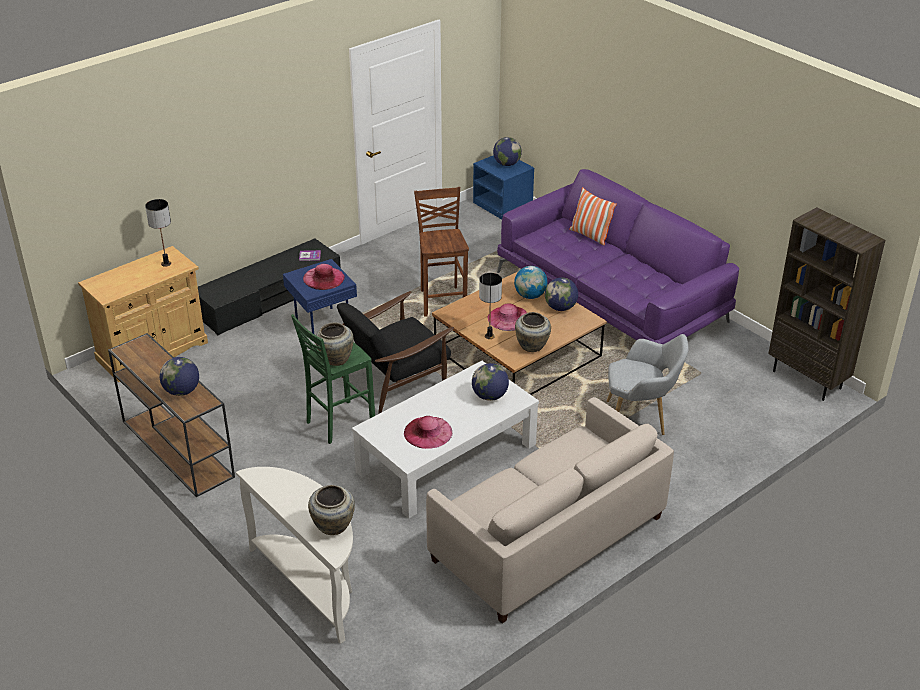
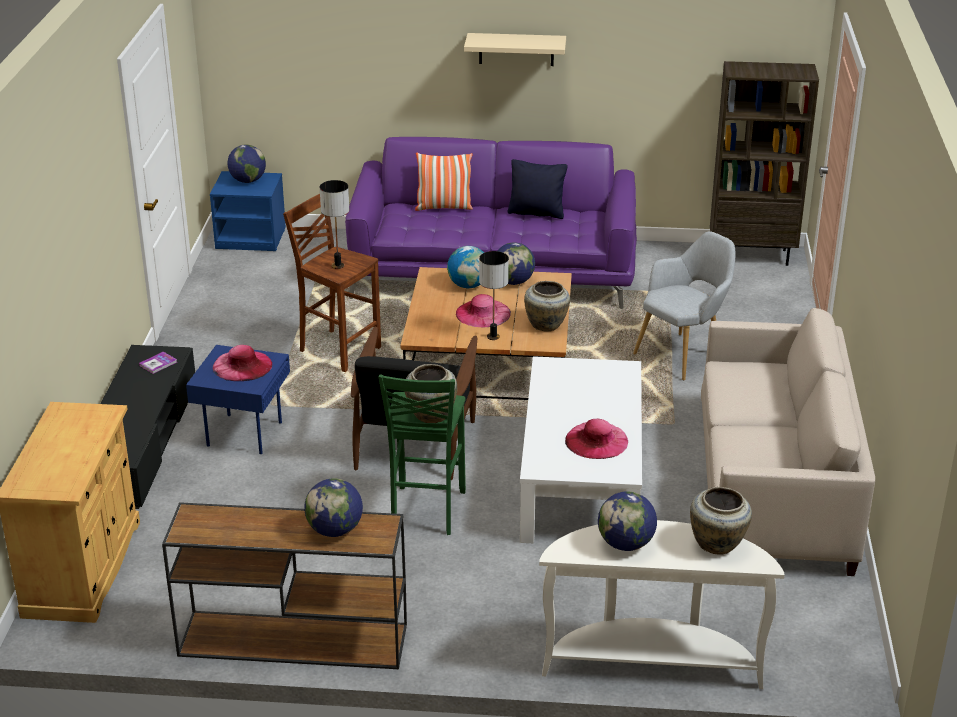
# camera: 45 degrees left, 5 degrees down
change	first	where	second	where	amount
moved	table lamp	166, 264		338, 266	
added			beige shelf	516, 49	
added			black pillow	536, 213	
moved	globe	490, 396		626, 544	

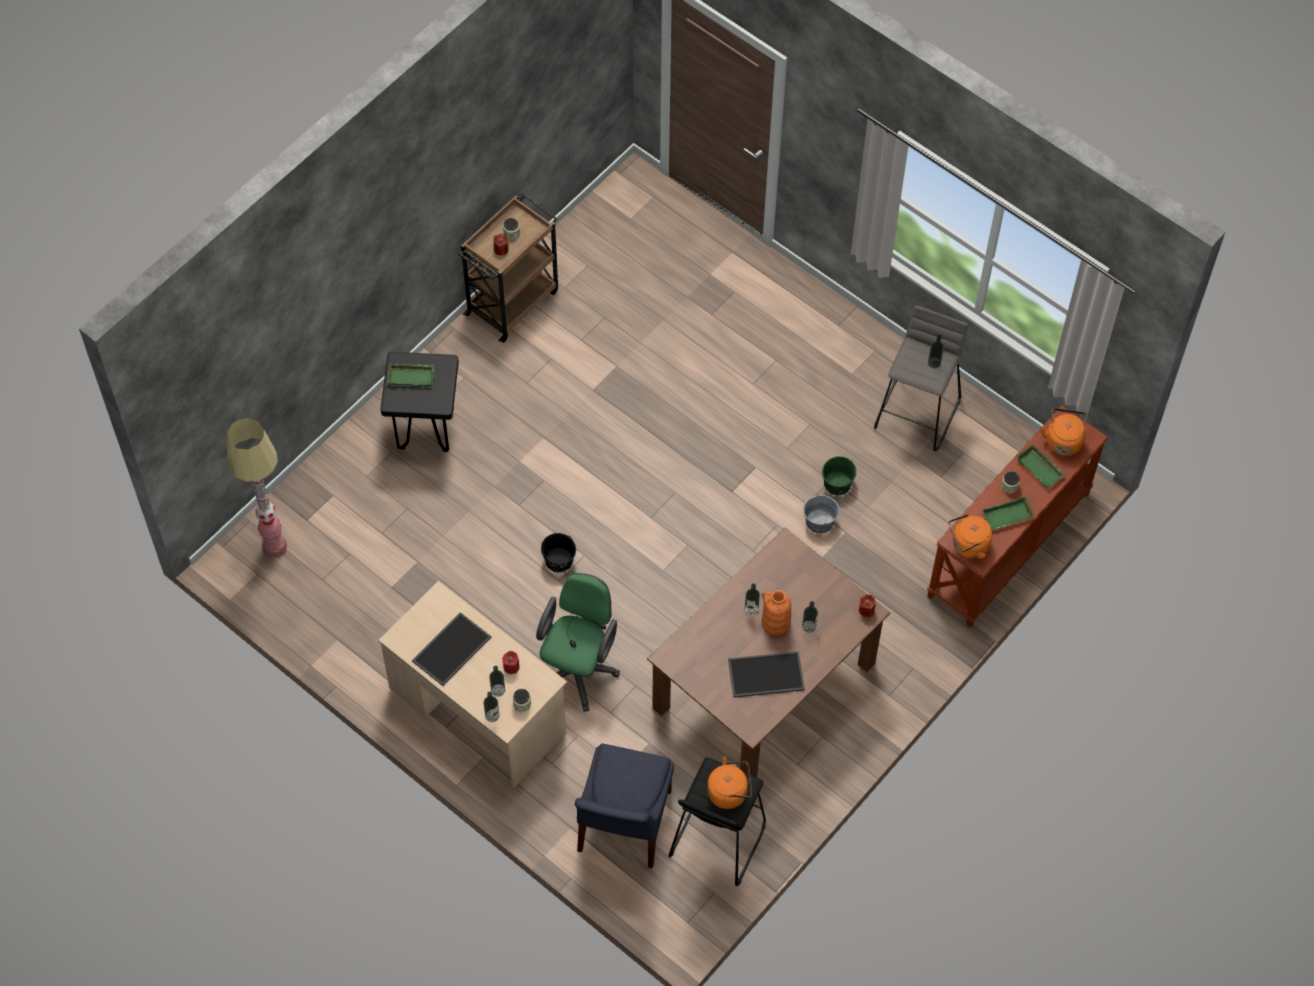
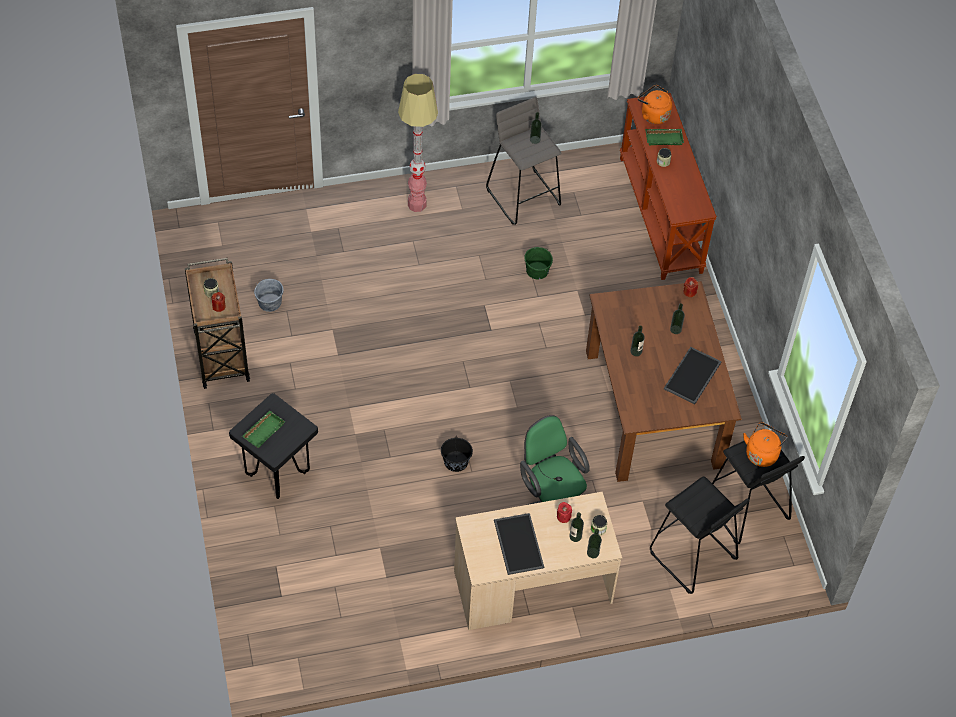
# camera: 55 degrees left, 5 degrees down
change	first	where	second	where	amount
moved	grey bucket	819, 521		269, 302	
moved	floor lamp	275, 547		417, 204	
replaced	blue chair	622, 825	black stool	692, 556	
removed	orange vase	775, 622			
removed	orange kettle	968, 546			
removed	green tray	1007, 517			

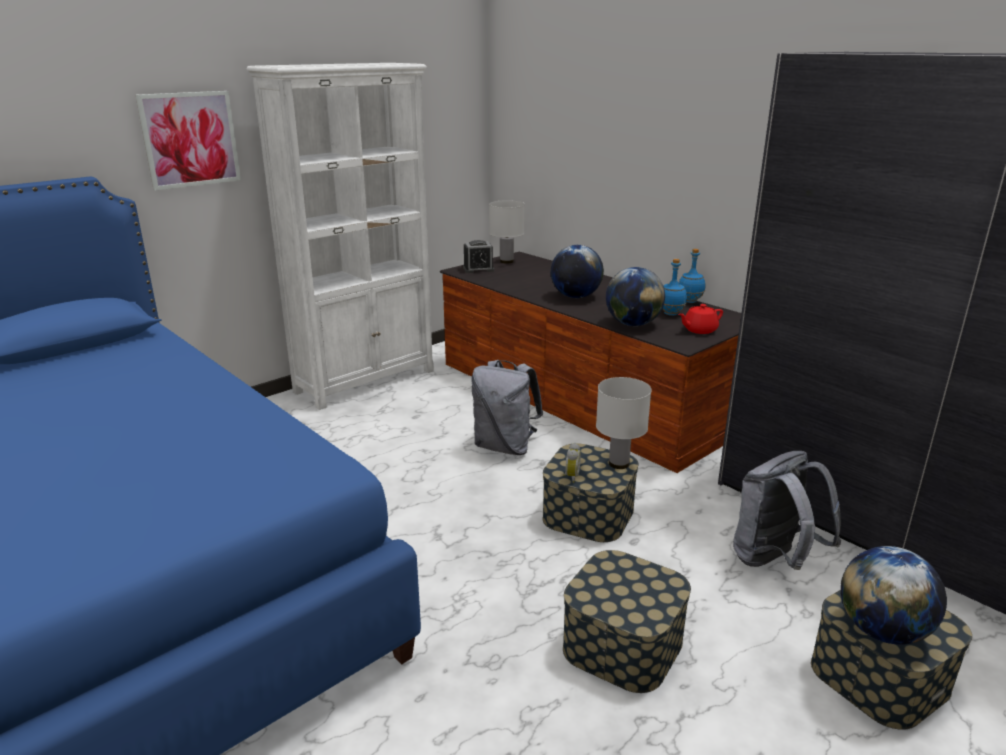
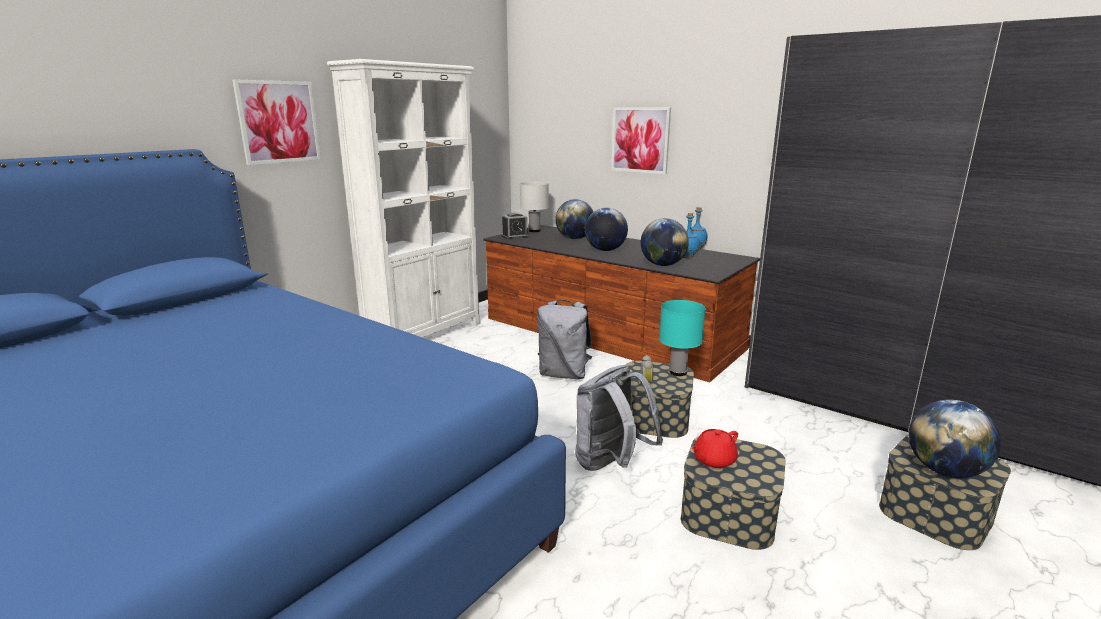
# camera: 10 degrees left, 5 degrees down
change	first	where	second	where	amount
added			globe	574, 238	
moved	grey backpack	774, 561		611, 464	
added			picture	640, 140	
recoloured	white table lamp	618, 463	turquoise table lamp	677, 372	
moved	red teapot	699, 330		713, 460	

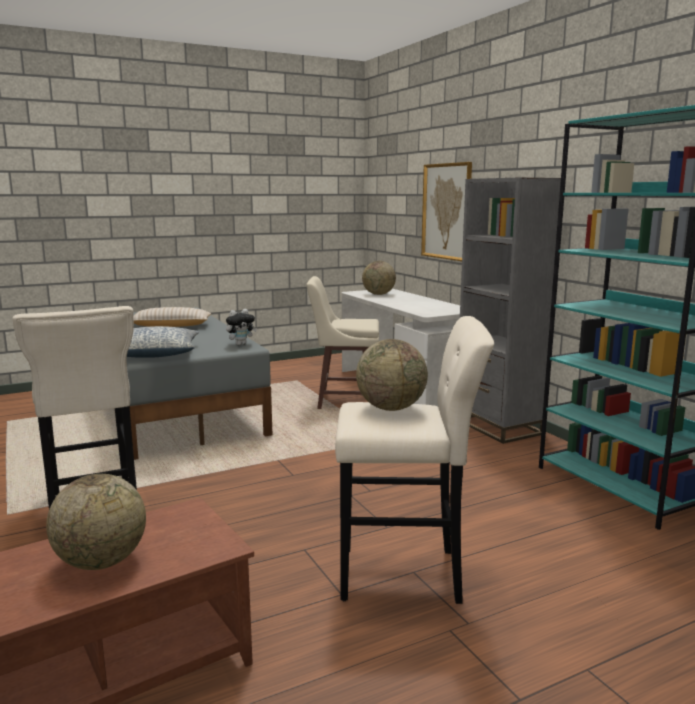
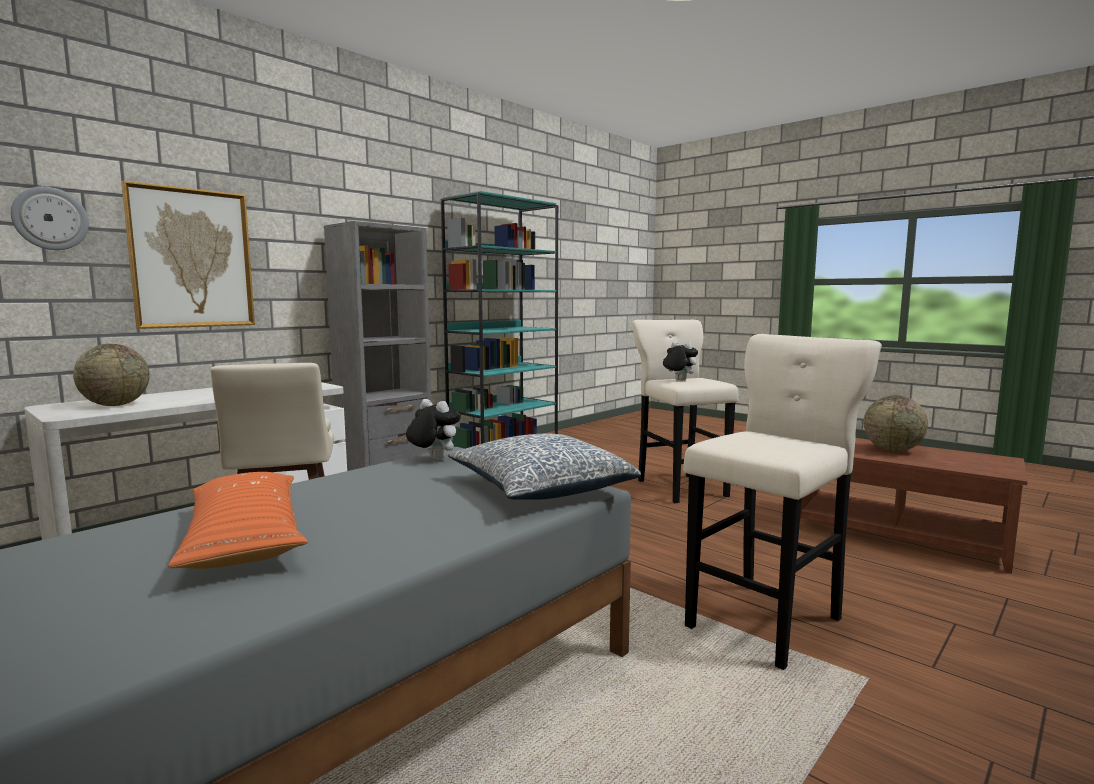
# camera: 110 degrees left, 5 degrees down
change	first	where	second	where	amount
added			wall clock	50, 218	
recoloured	beige pillow	171, 326	orange pillow	245, 538	
replaced	globe	391, 408	plush toy	678, 380	

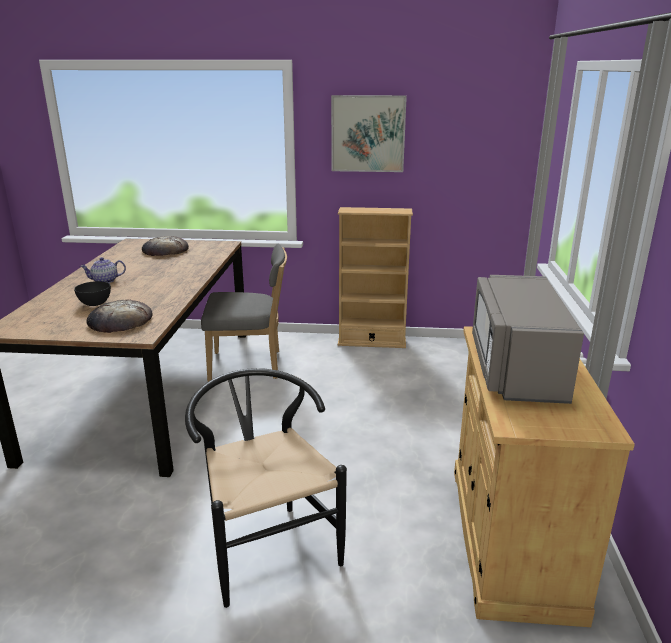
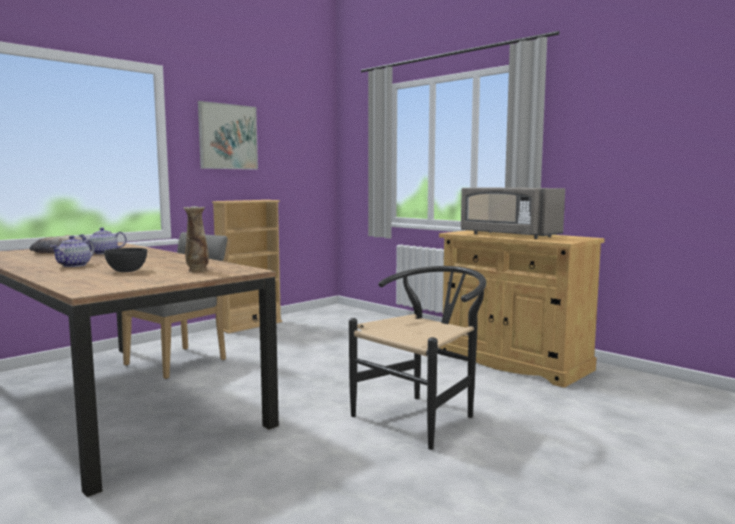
# camera: 50 degrees left, 15 degrees down
change	first	where	second	where	amount
added			teapot	103, 253	
replaced	bread	120, 321	vase	197, 271	
turned	black chair	266, 543		423, 416	120 degrees clockwise

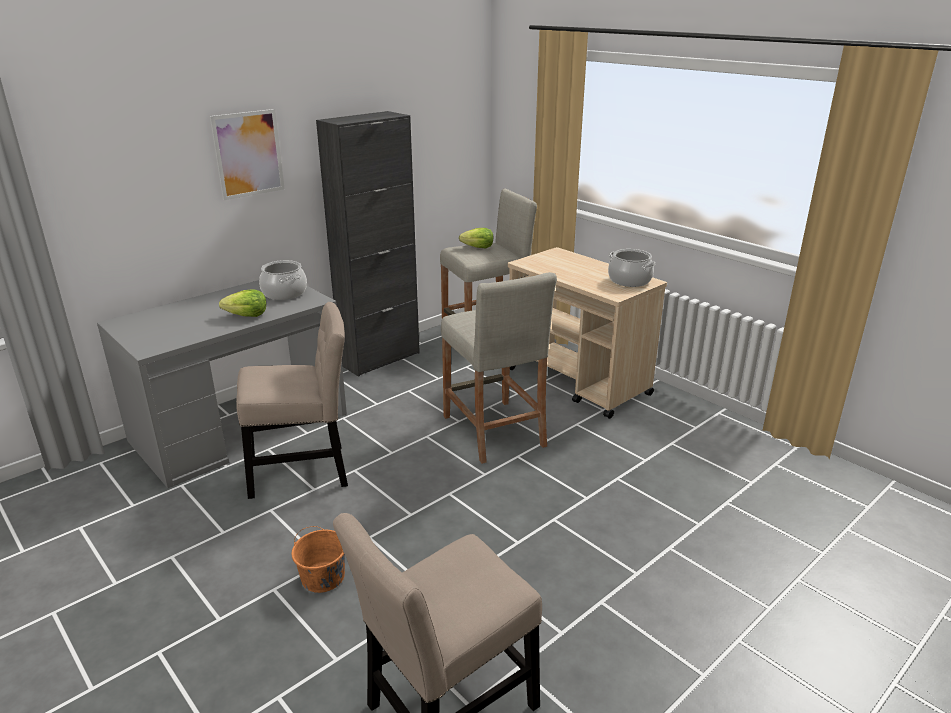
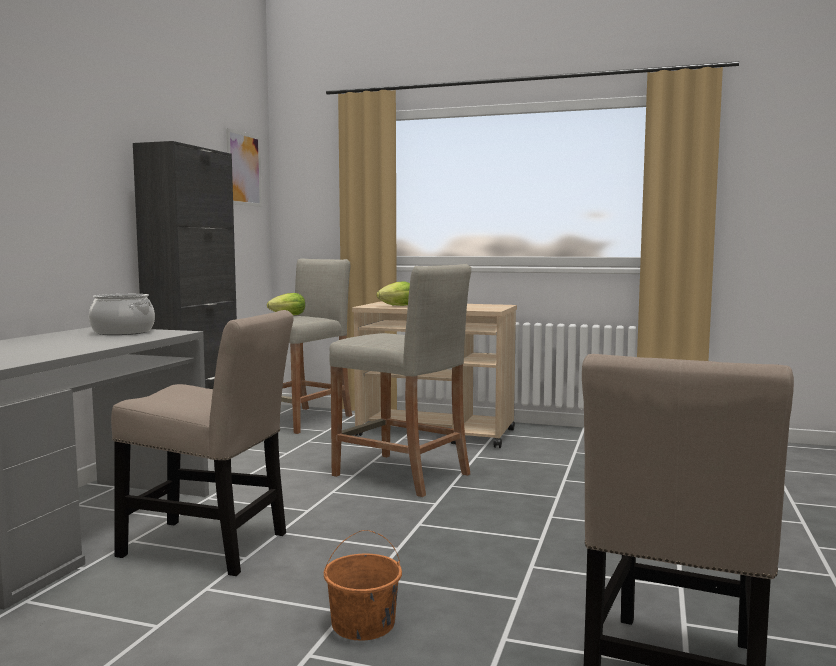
# camera: 30 degrees left, 20 degrees down
change	first	where	second	where	amount
turned	beige chair	304, 471		211, 547	60 degrees clockwise
moved	picture	248, 154		243, 169	
moved	lettuce	247, 315		397, 306	
removed	cooking pot	629, 280			

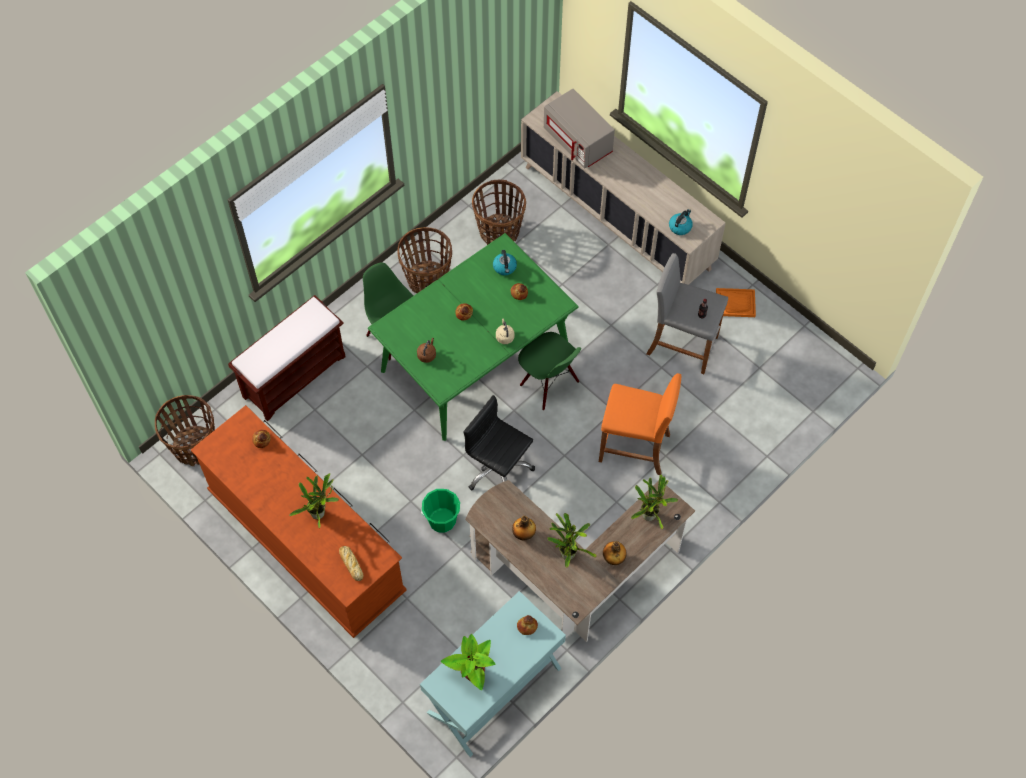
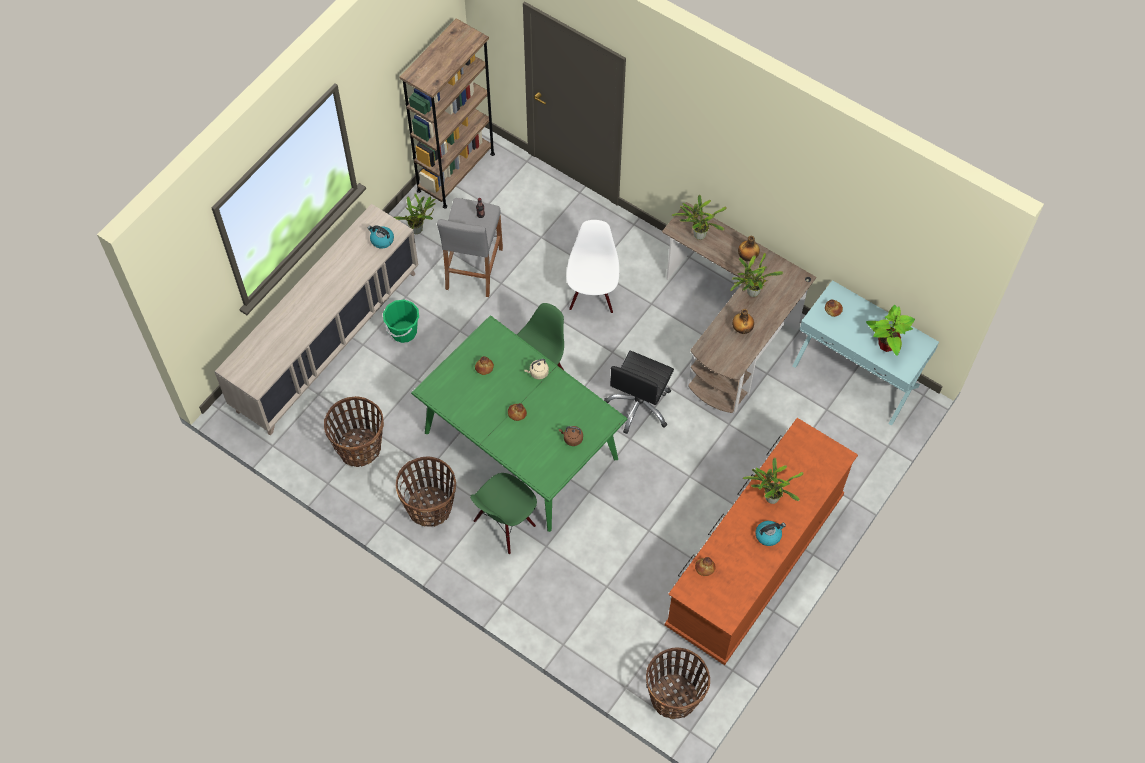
# camera: 100 degrees left, 0 degrees up
change	first	where	second	where	amount
moved	green bucket	442, 520		403, 332	
replaced	orange tray	735, 303	potted plant	418, 229	
added			brown bookcase	456, 172	
replaced	orange stool	634, 448	white chair	592, 295	
moved	kettle	505, 267		768, 535	
removed	brown bench	295, 375			
removed	bread	351, 563			
removed	grey microwave	578, 141			

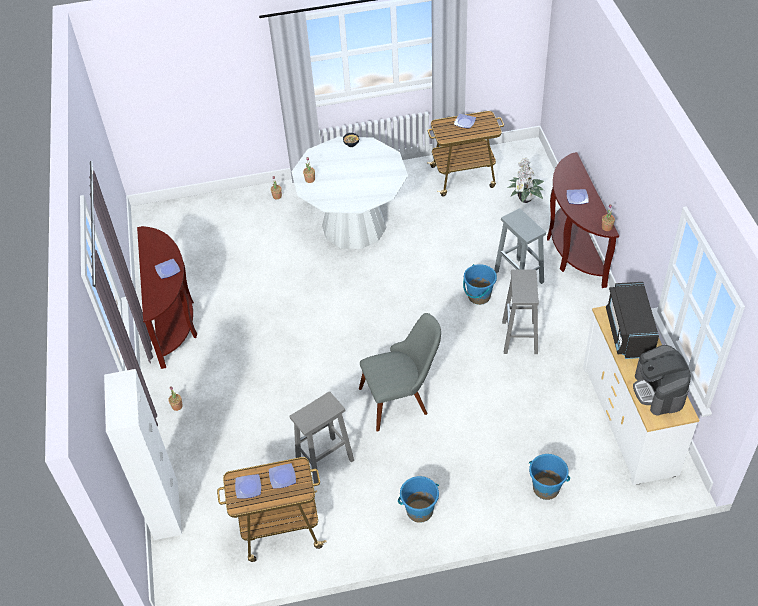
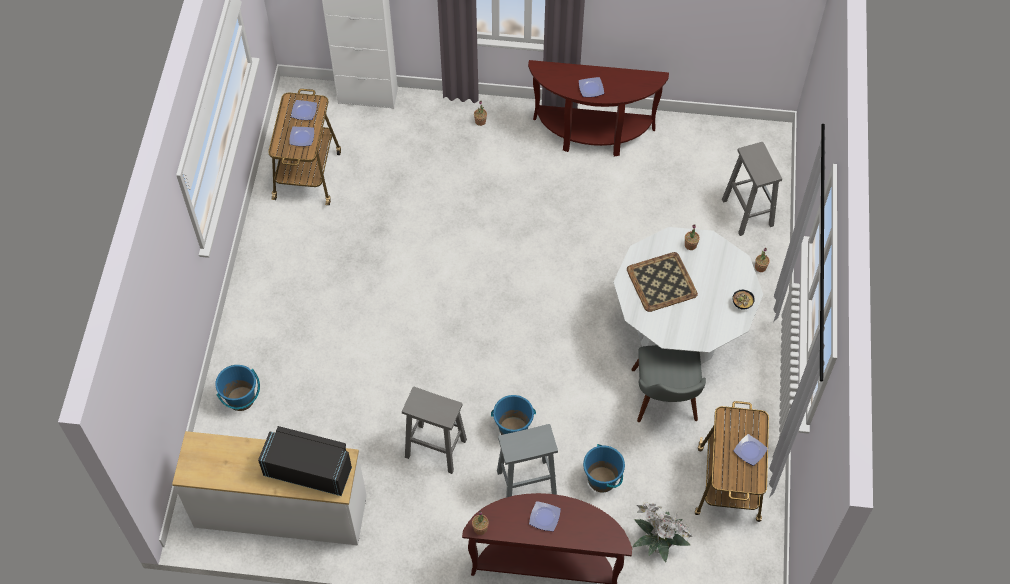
# camera: 105 degrees right, 10 degrees up
change	first	where	second	where	amount
moved	blue bucket	419, 510		602, 479	
added			tray	662, 282	
moved	grey chair	402, 398		666, 404	
moved	grey stool	324, 461		747, 212	
removed	coffee machine	659, 391			

